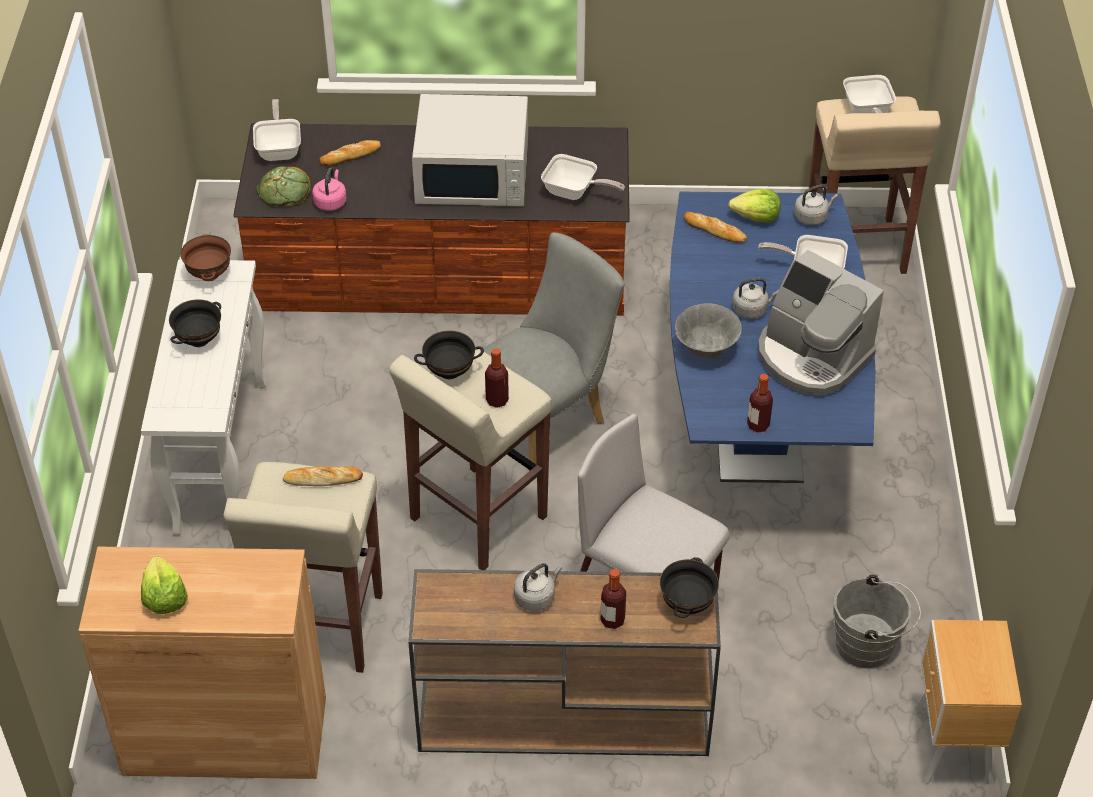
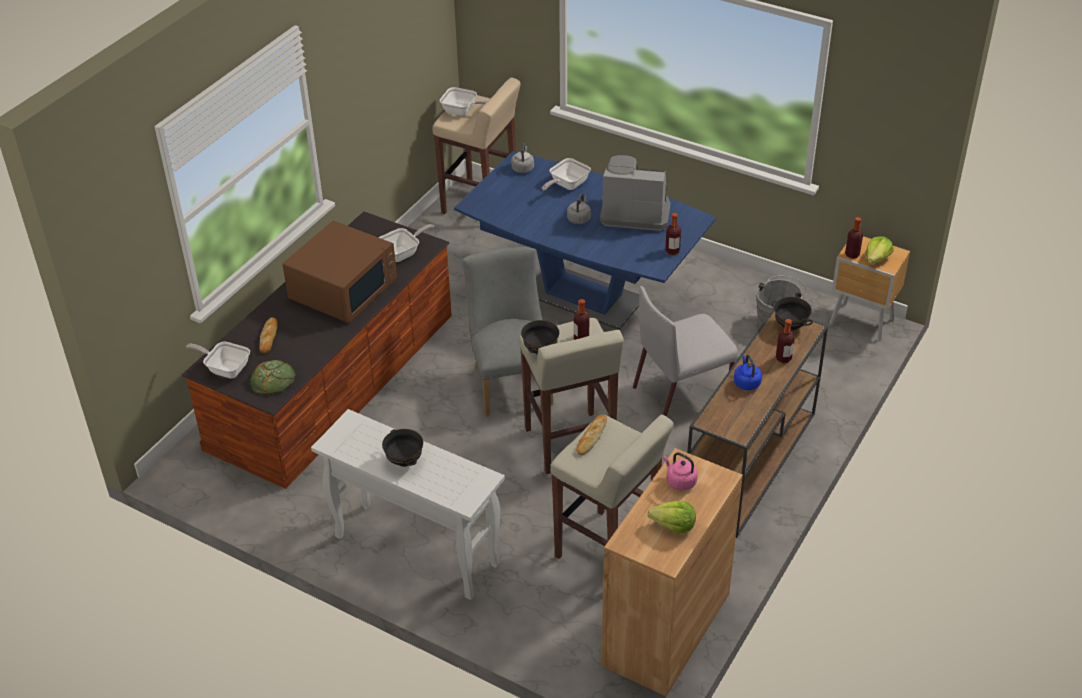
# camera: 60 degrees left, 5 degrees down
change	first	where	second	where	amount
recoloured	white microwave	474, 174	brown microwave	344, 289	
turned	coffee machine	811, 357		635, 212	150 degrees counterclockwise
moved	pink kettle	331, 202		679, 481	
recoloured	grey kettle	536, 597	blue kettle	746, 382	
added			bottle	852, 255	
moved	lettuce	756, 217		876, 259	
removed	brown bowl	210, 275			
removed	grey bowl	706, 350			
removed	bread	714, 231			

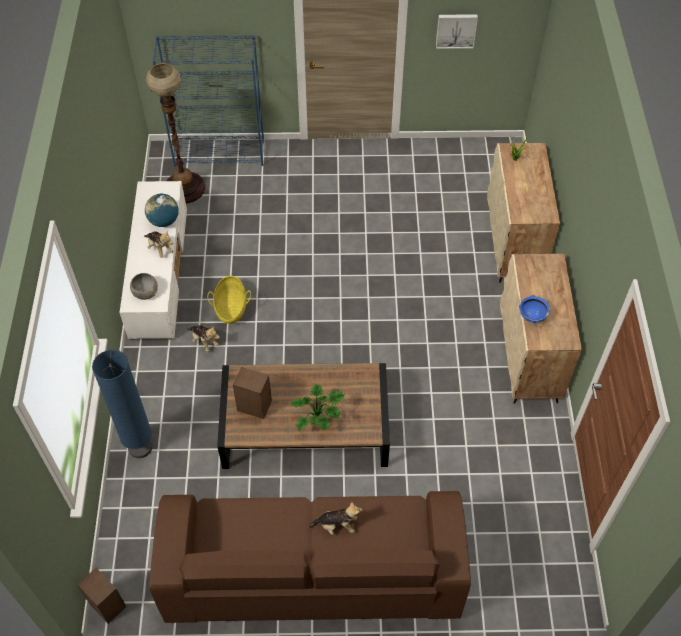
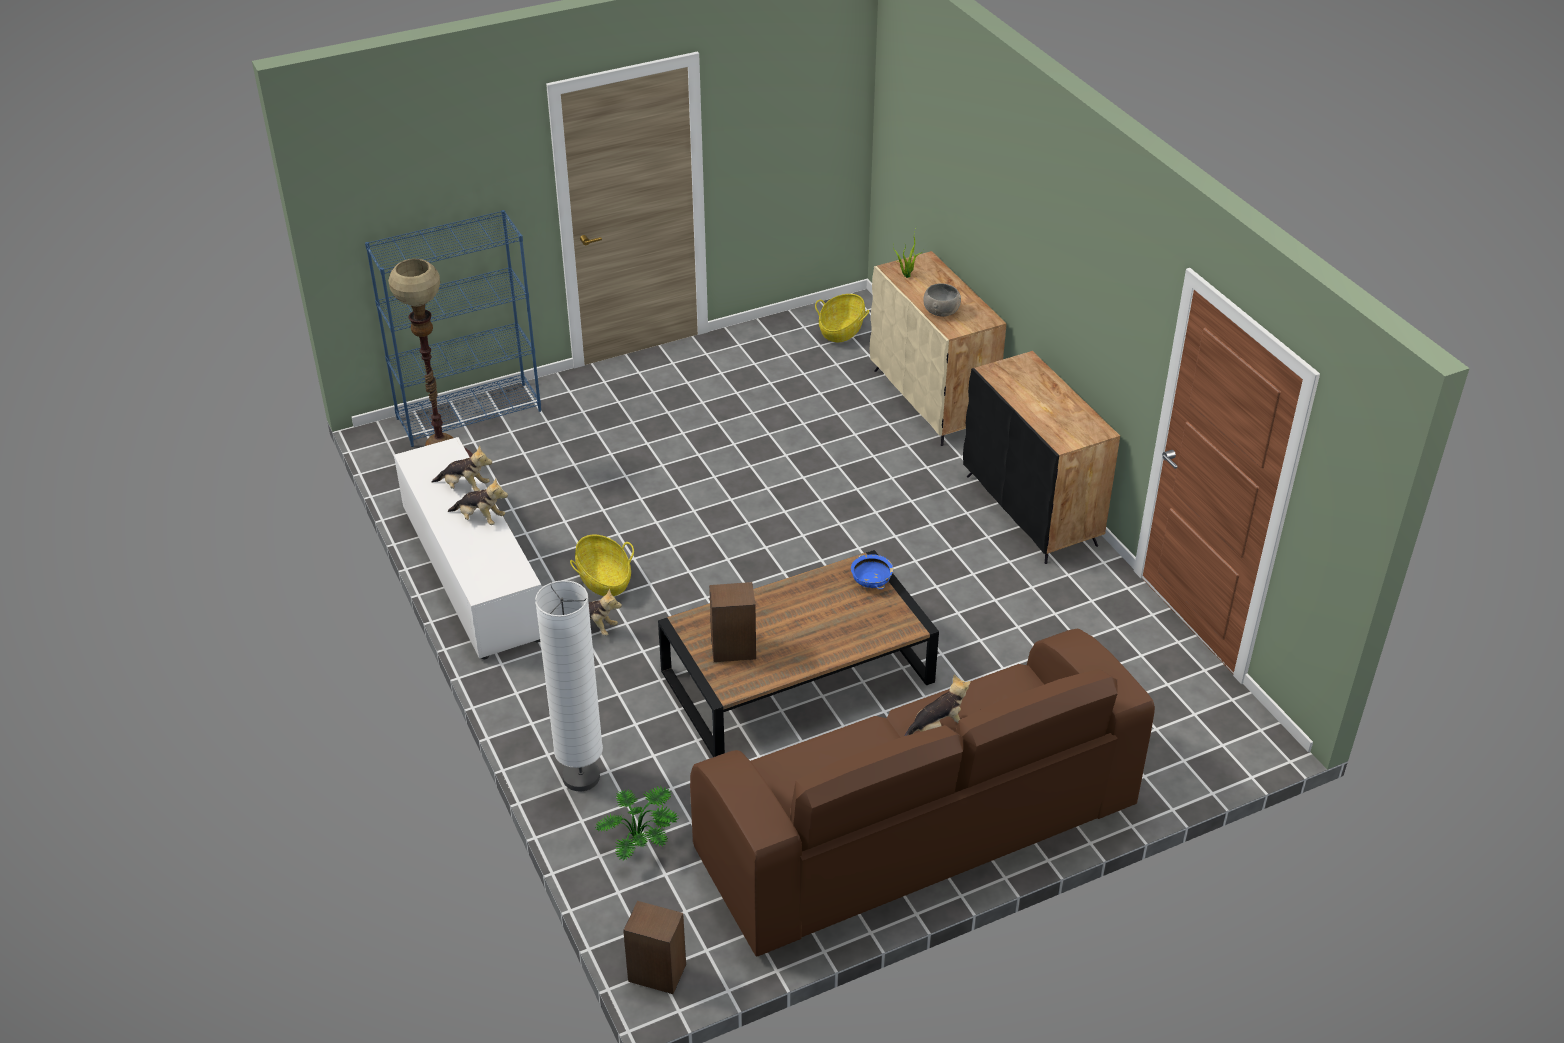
# camera: 25 degrees left, 15 degrees down
change	first	where	second	where	amount
replaced	globe	164, 221	plush toy	464, 487	
recoloured	blue floor lamp	140, 447	white floor lamp	581, 777	
moved	potted plant	319, 418		641, 842	
added			basket	841, 330	
moved	blue bowl	532, 315		871, 581	
moved	grey bowl	145, 292		941, 311	
recoloured	beige cabinet	529, 357	black cabinet	1032, 510	
removed	picture	456, 30			

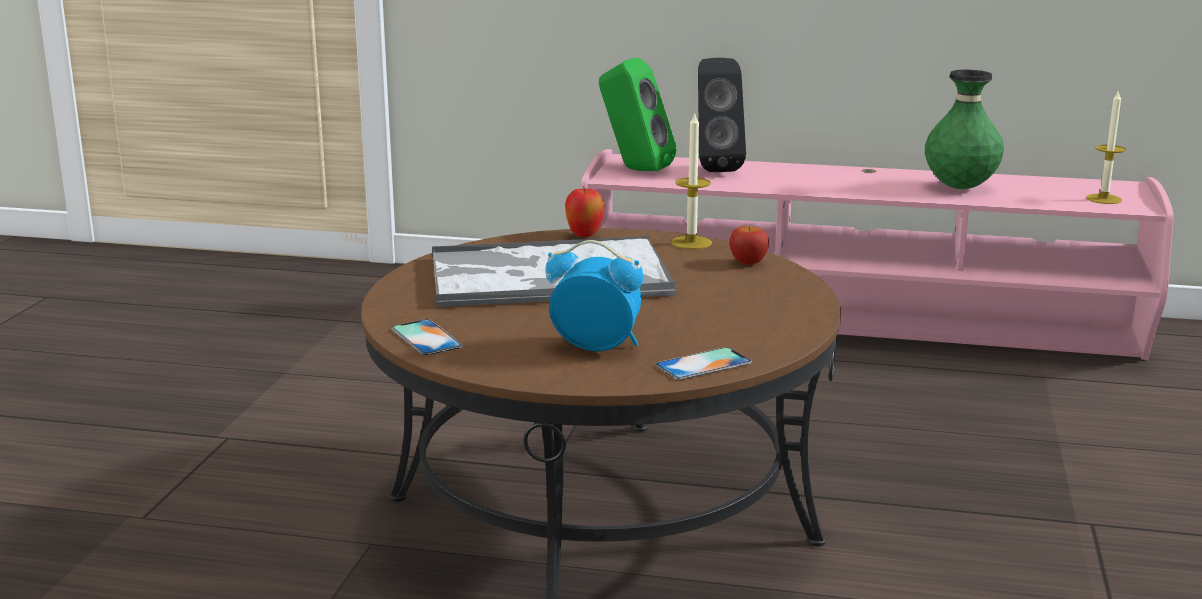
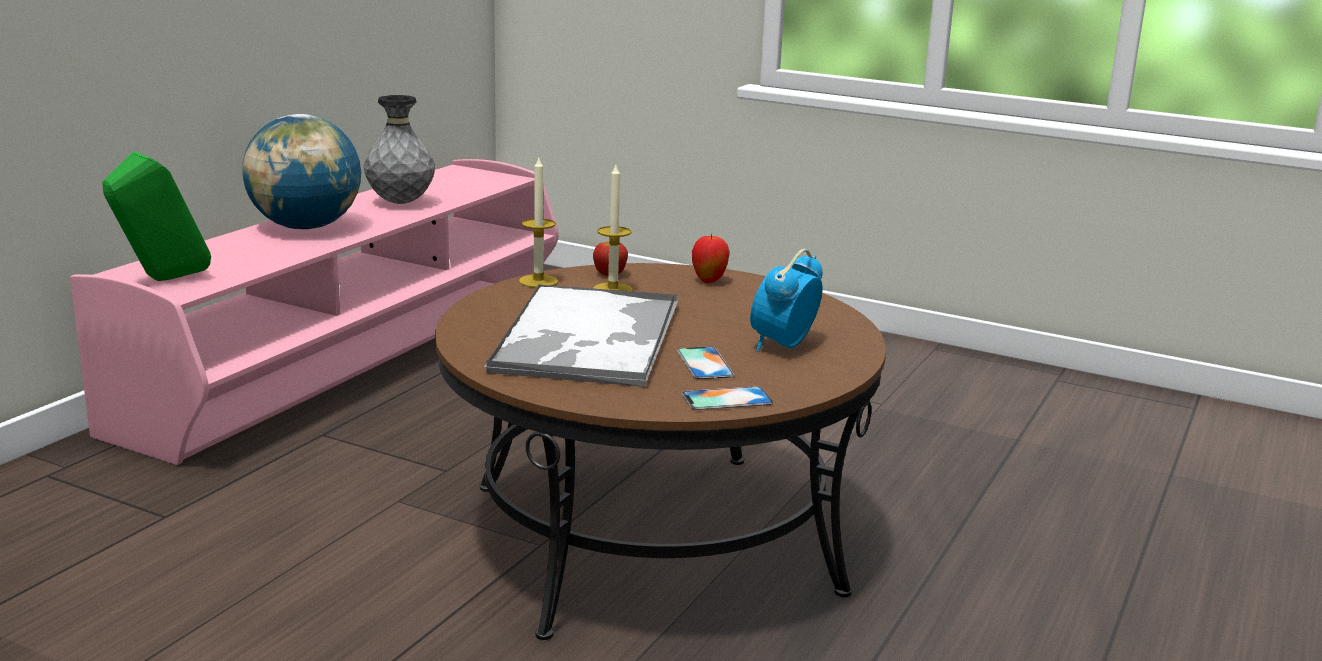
# camera: 75 degrees left, 0 degrees up
change	first	where	second	where	amount
added			globe	305, 227	
recoloured	green vase	960, 188	grey vase	400, 203	
moved	candle	1104, 199		612, 289	
moved	phone	703, 364		704, 363	
moved	apple	584, 235		709, 281	
removed	black speaker	715, 168			

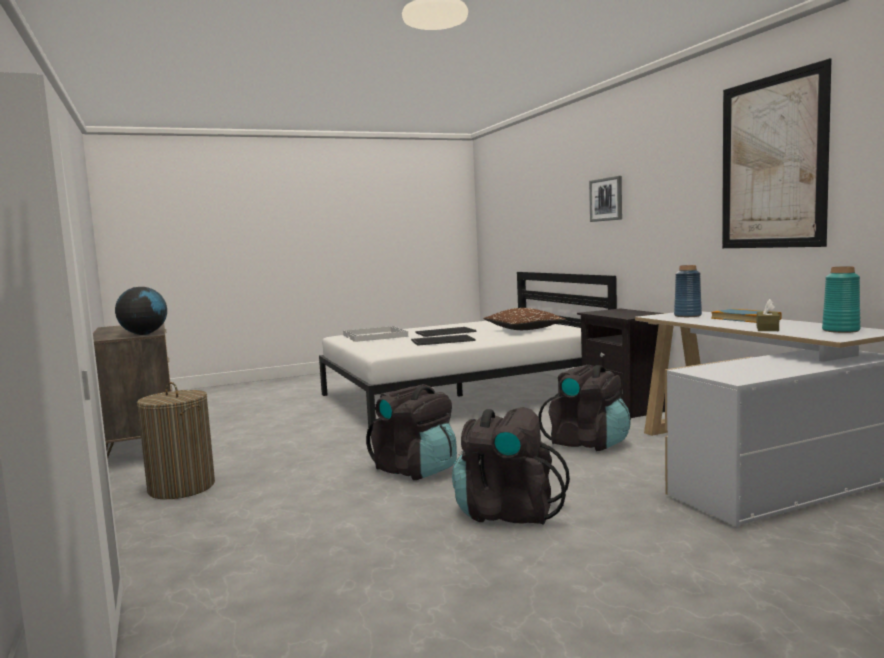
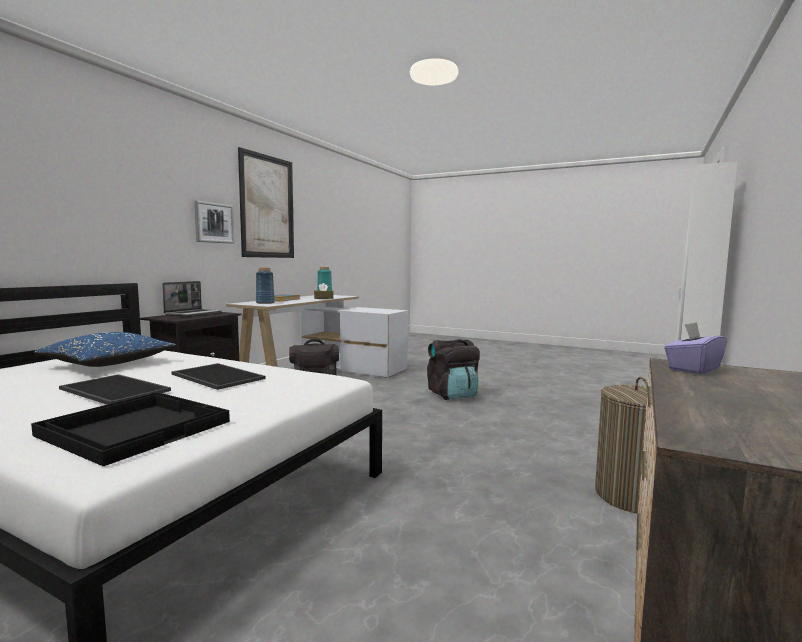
# camera: 130 degrees left, 0 degrees up
change	first	where	second	where	amount
recoloured	white tray	375, 336	black tray	136, 427	
recoloured	brown pillow	523, 329	blue pillow	108, 363	
added			laptop	193, 313	
moved	picture	606, 199		214, 223	
replaced	globe	144, 334	purple tissue box	693, 369	
removed	black backpack	416, 470			

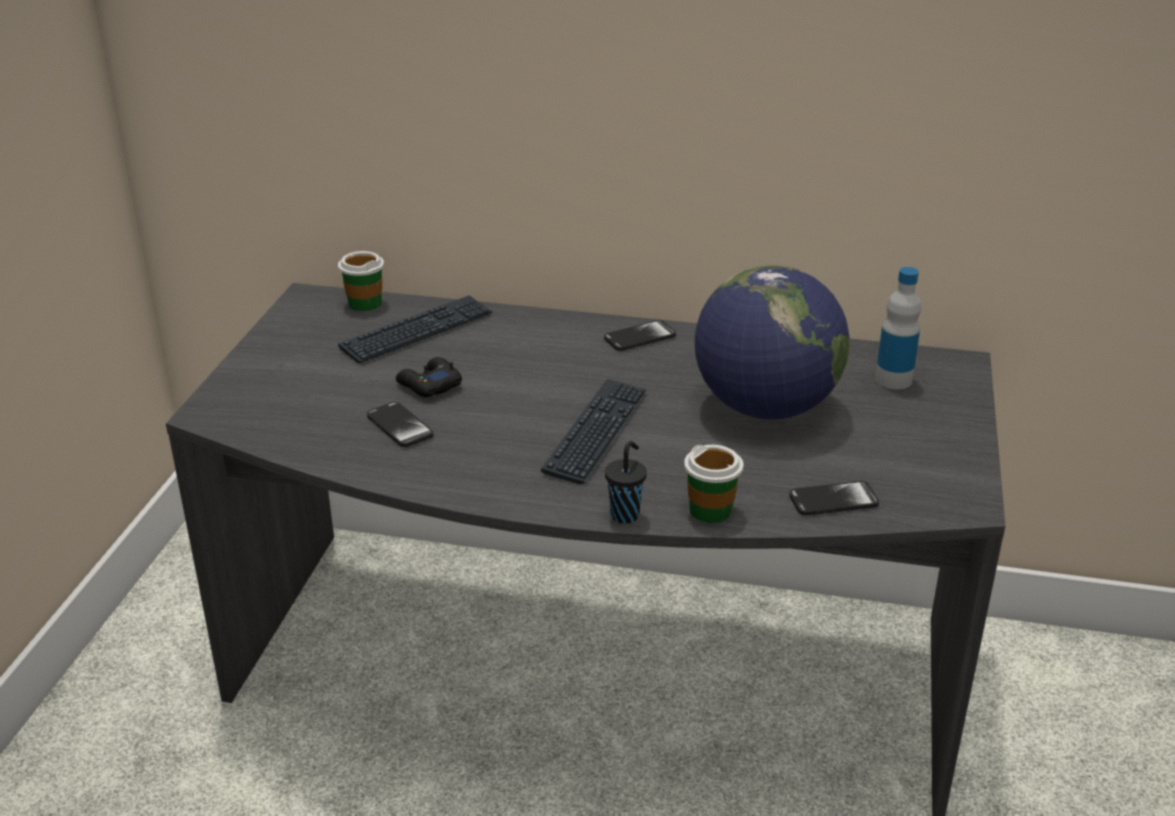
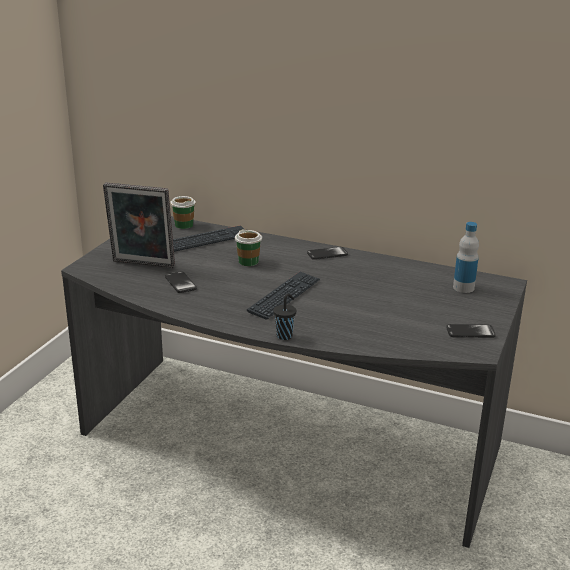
# camera: 10 degrees right, 5 degrees down
change	first	where	second	where	amount
added			picture frame	142, 265	
moved	cup	711, 511		248, 262	
moved	phone	833, 500		470, 332	
removed	black game controller	429, 385			
removed	globe	765, 408			

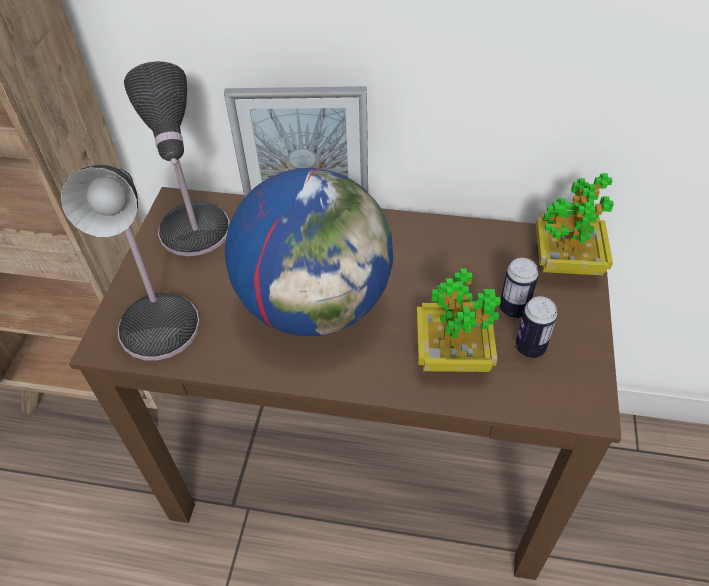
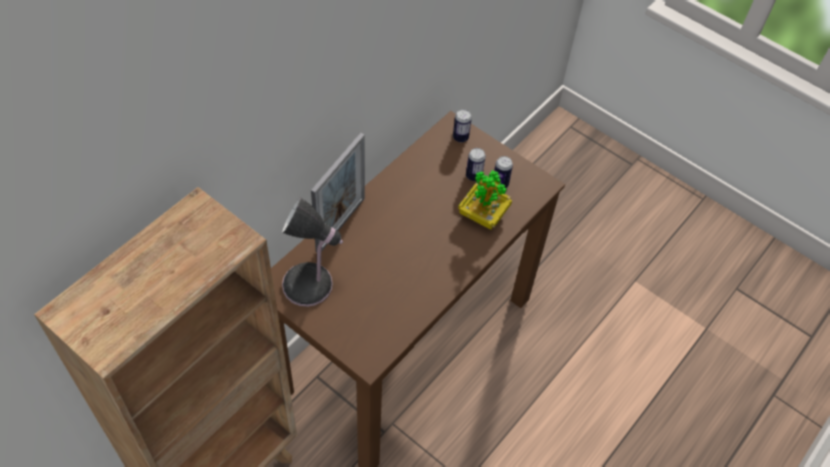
# camera: 65 degrees left, 5 degrees up
change	first	where	second	where	amount
replaced	potted plant	566, 262	can	460, 137	
removed	table lamp	160, 322			
removed	globe	316, 304			

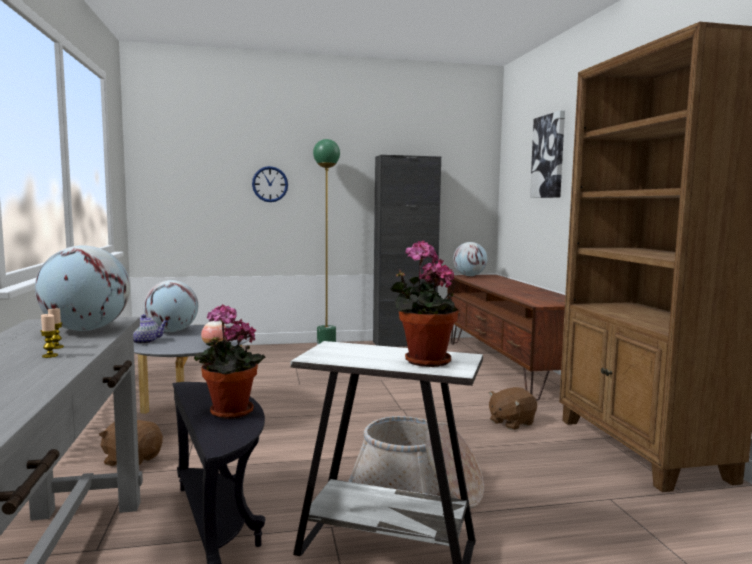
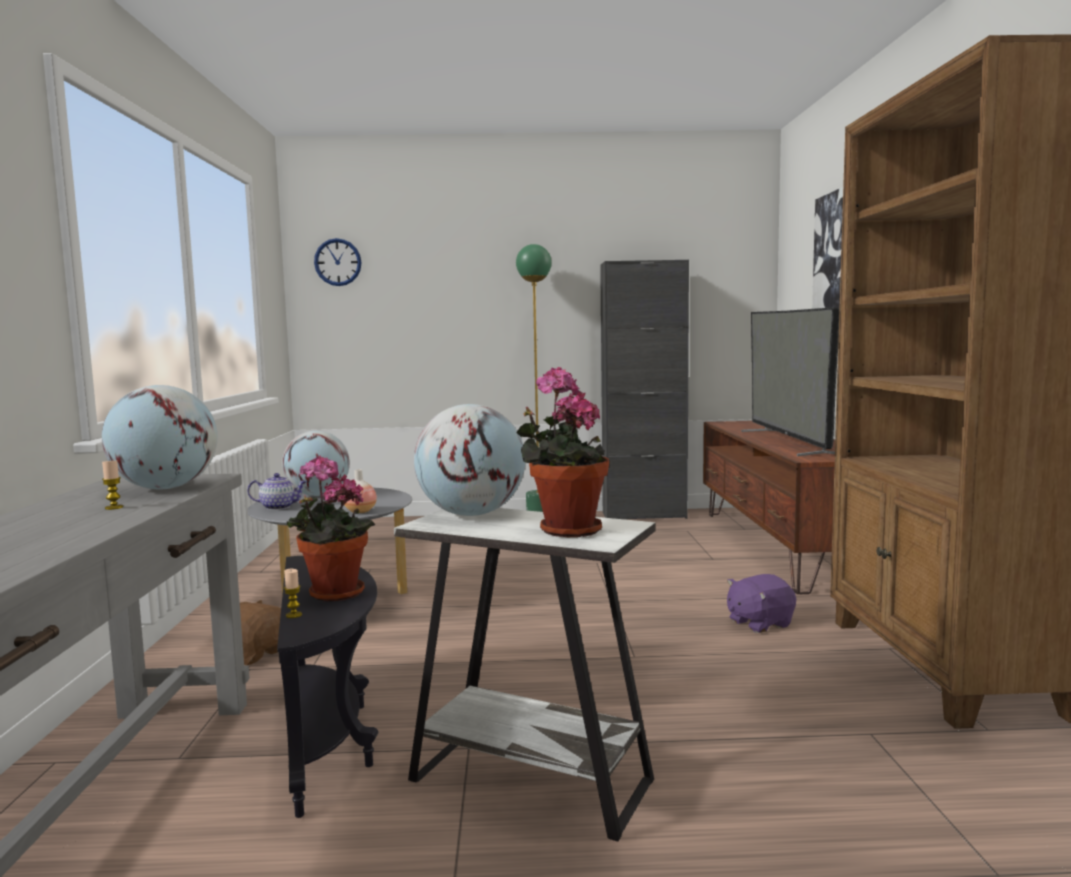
# camera: 10 degrees right, 0 degrees up
change	first	where	second	where	amount
moved	candle	50, 356		293, 615	
moved	wall clock	270, 184		338, 262	
moved	globe	469, 276		471, 514	
recoloured	brown plush toy	511, 422	purple plush toy	759, 623	
added			television	787, 441	
removed	basket	417, 489			

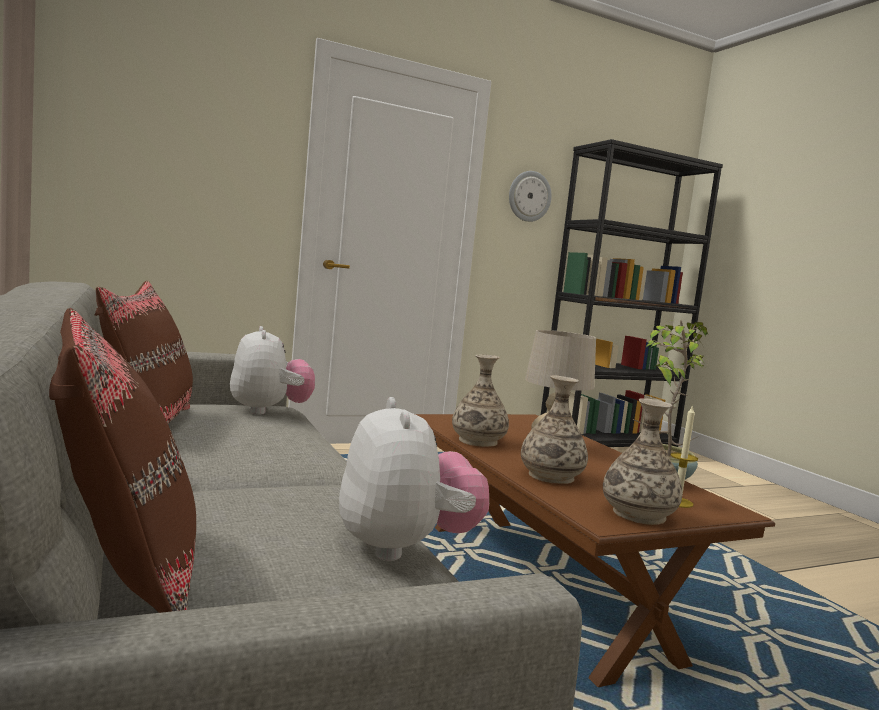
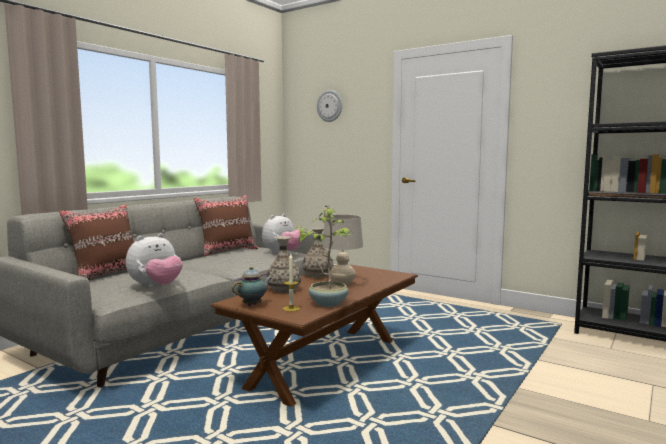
# camera: 60 degrees right, 0 degrees up
change	first	where	second	where	amount
replaced	vase	638, 514	teapot	253, 305	
moved	wall clock	529, 196		330, 106	

